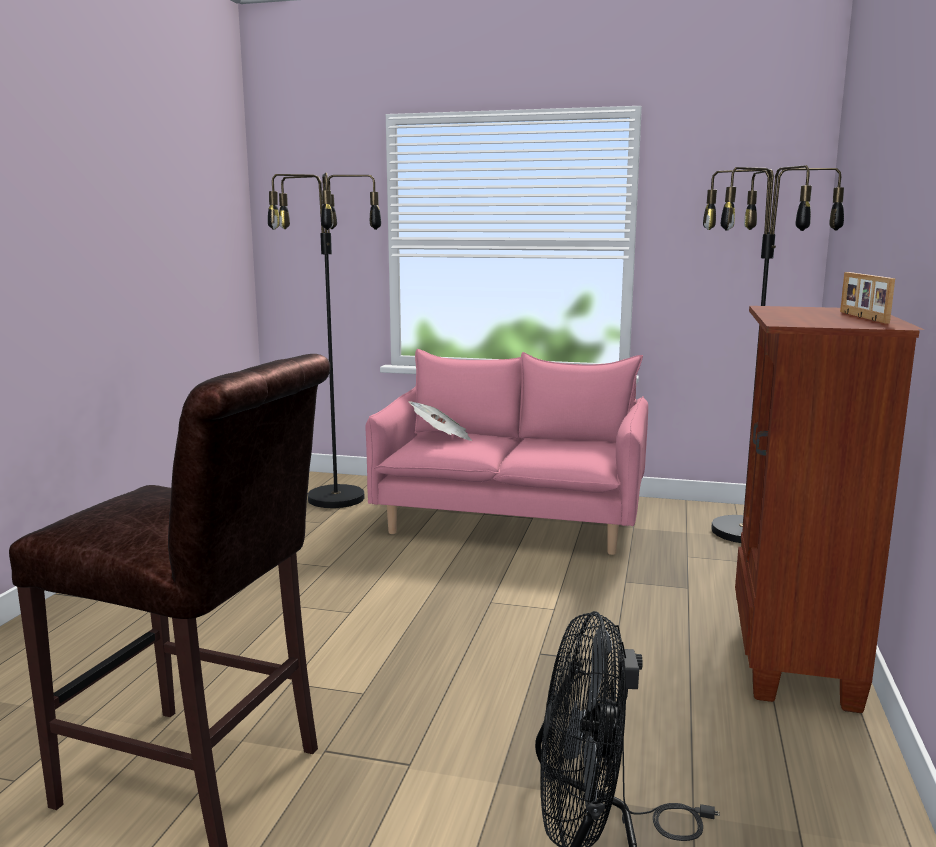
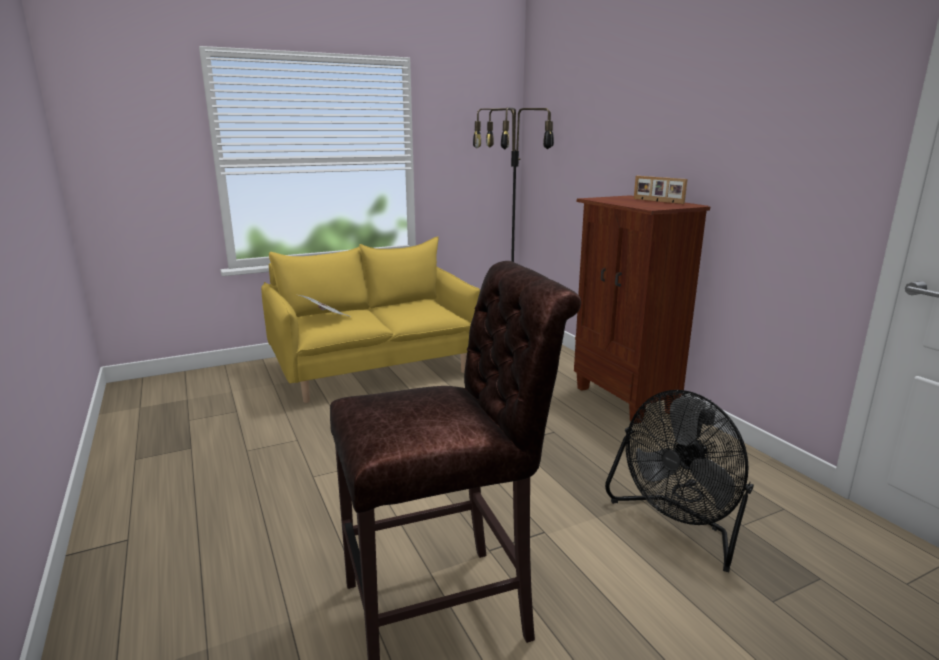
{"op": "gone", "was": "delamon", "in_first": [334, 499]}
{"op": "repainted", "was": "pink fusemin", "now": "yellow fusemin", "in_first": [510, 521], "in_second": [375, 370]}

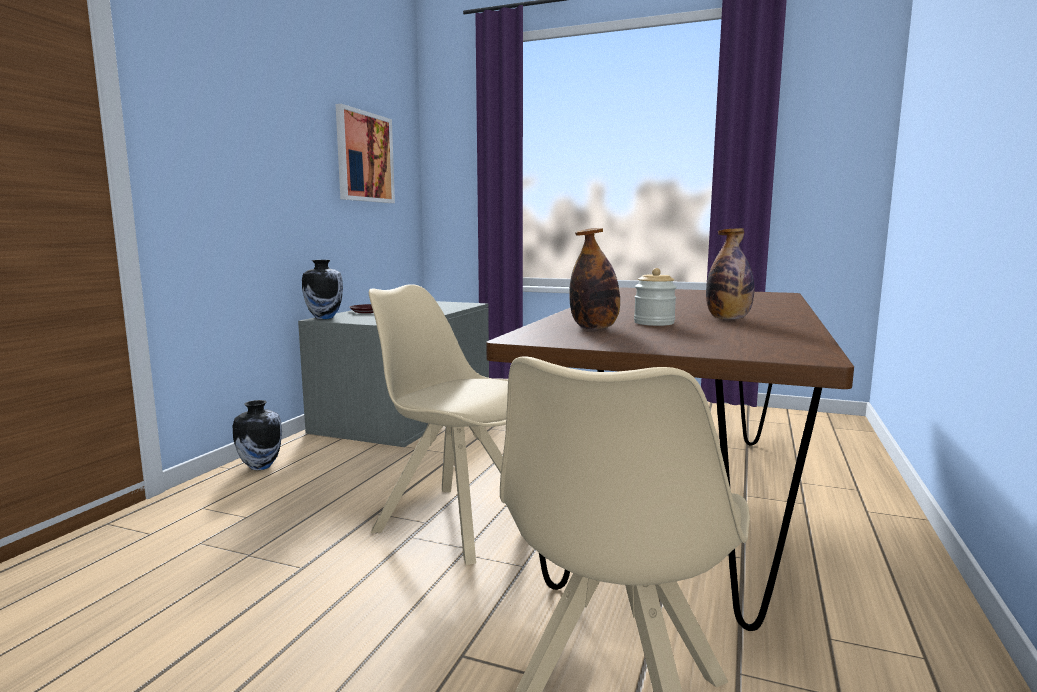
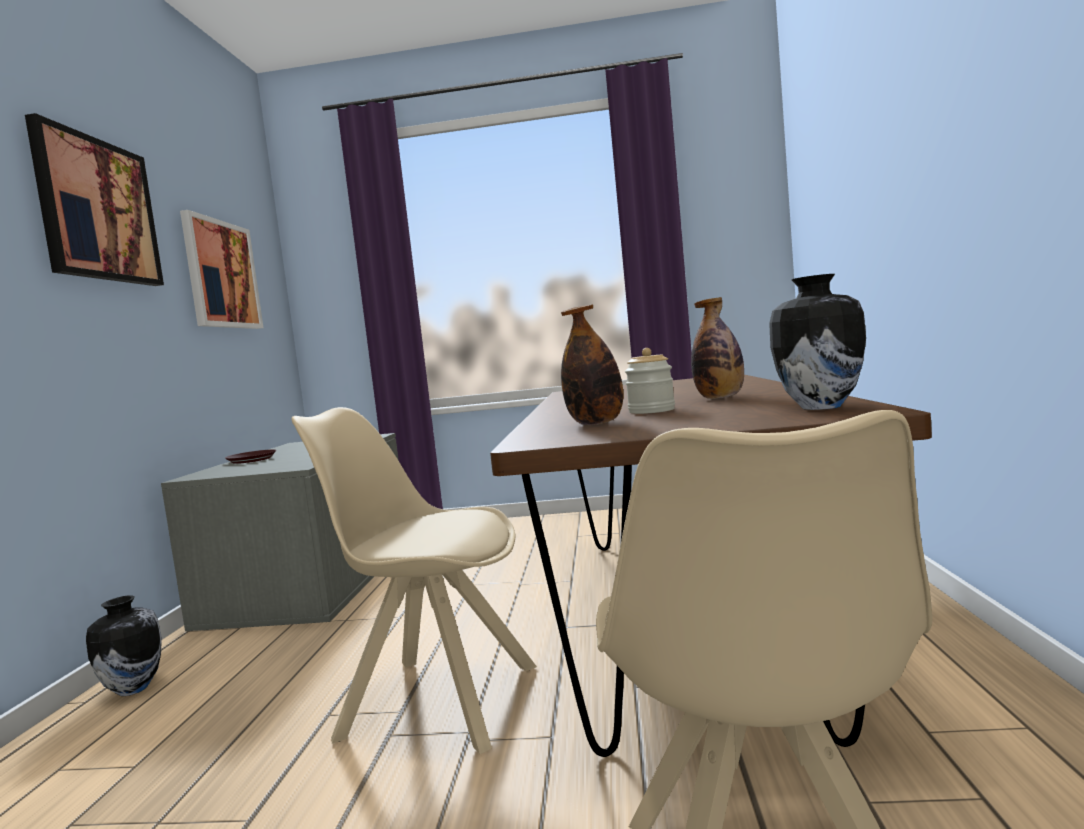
{"op": "shifted", "was": "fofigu", "in_first": [324, 318], "in_second": [820, 407]}
{"op": "new", "now": "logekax", "in_second": [97, 210]}

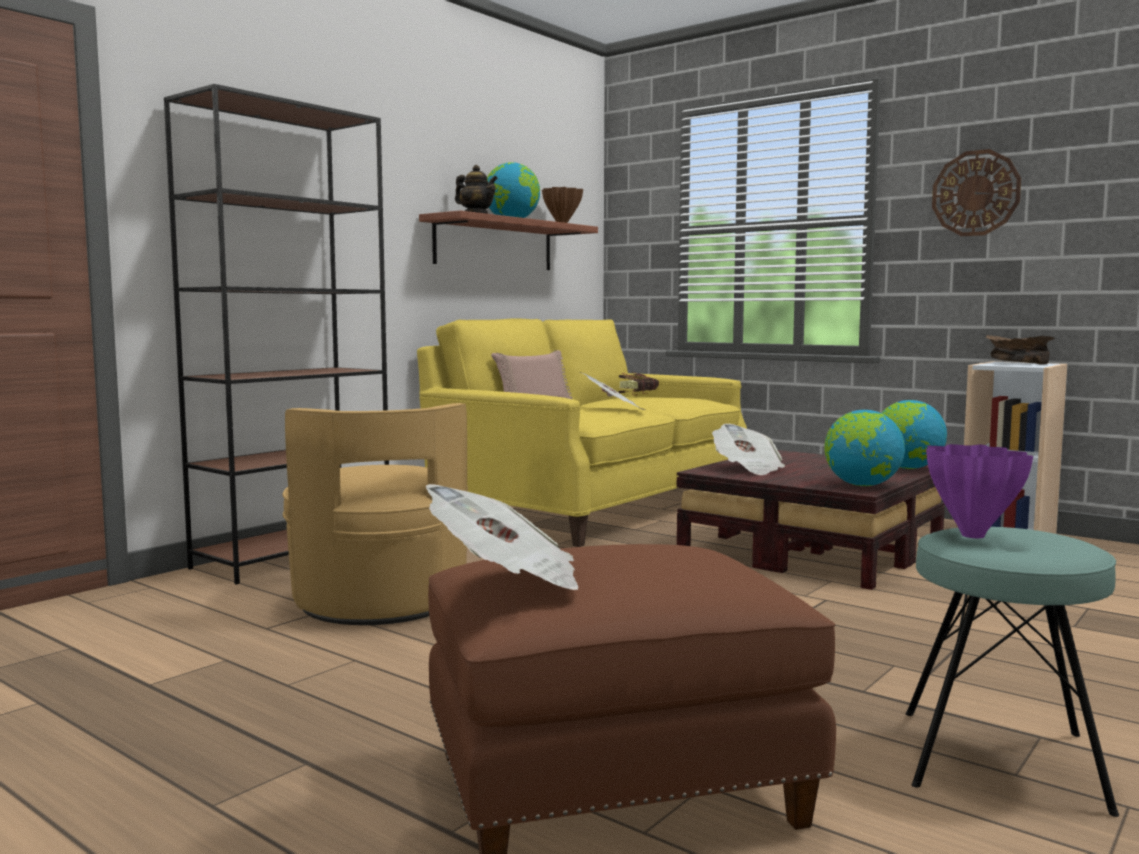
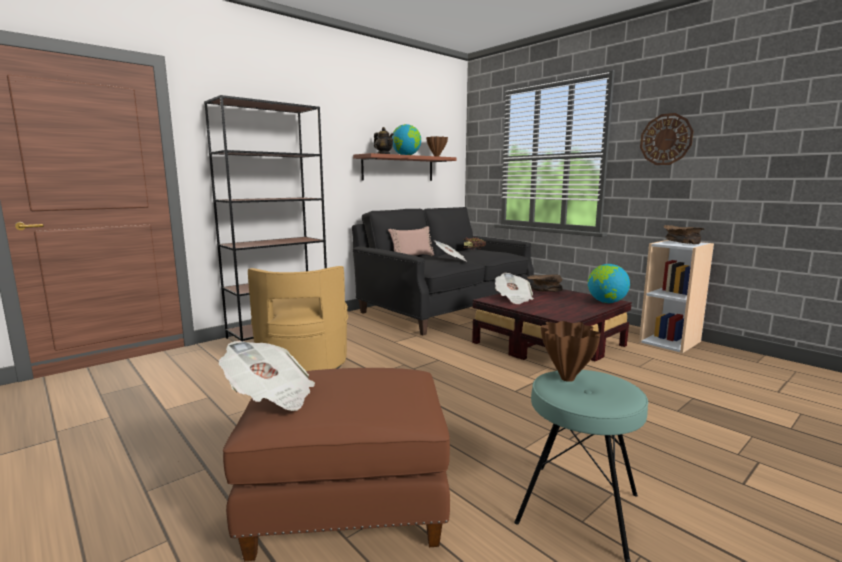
{"op": "repainted", "was": "yellow fusemin", "now": "black fusemin", "in_first": [590, 506], "in_second": [444, 308]}
{"op": "gone", "was": "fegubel", "in_first": [862, 485]}
{"op": "repainted", "was": "purple fofigu", "now": "brown fofigu", "in_first": [970, 535], "in_second": [566, 378]}
{"op": "new", "now": "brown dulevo", "in_second": [544, 291]}

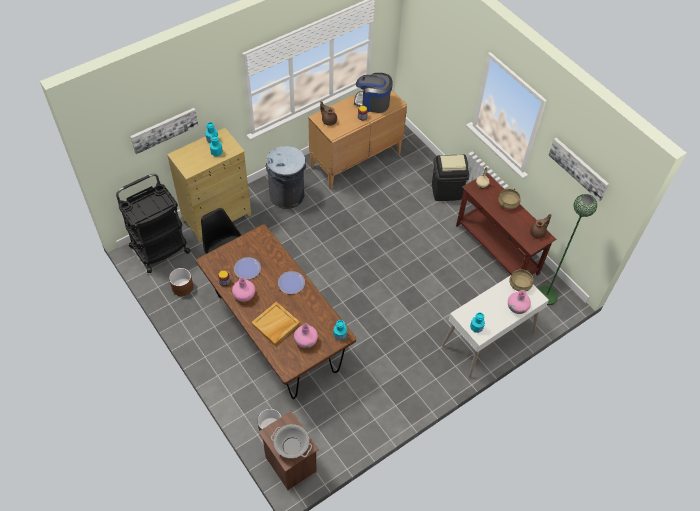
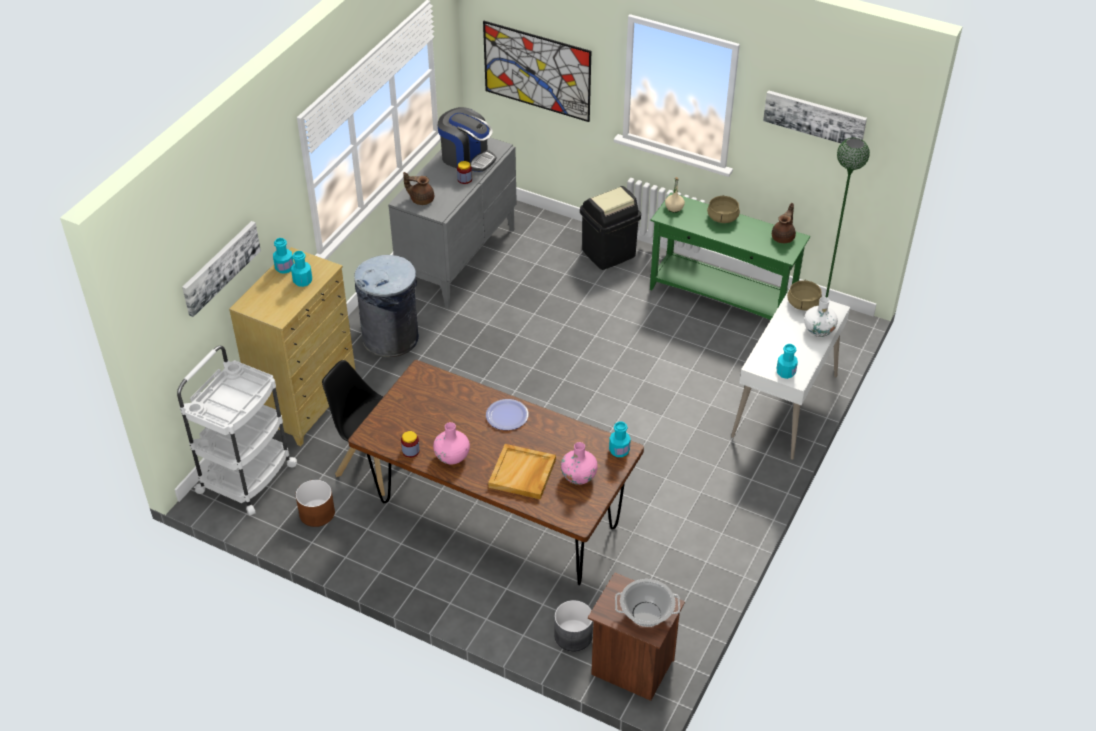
{"op": "repainted", "was": "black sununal", "now": "white sununal", "in_first": [160, 249], "in_second": [247, 478]}
{"op": "gone", "was": "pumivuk", "in_first": [247, 269]}
{"op": "repainted", "was": "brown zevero", "now": "grey zevero", "in_first": [356, 160], "in_second": [458, 259]}
{"op": "rotated", "was": "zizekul", "in_first": [373, 103], "in_second": [467, 158], "clockwise": -135}
{"op": "repainted", "was": "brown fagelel", "now": "green fagelel", "in_first": [497, 249], "in_second": [722, 297]}
{"op": "repainted", "was": "pink fofigu", "now": "white fofigu", "in_first": [517, 307], "in_second": [818, 330]}
{"op": "new", "now": "logekax", "in_second": [537, 71]}

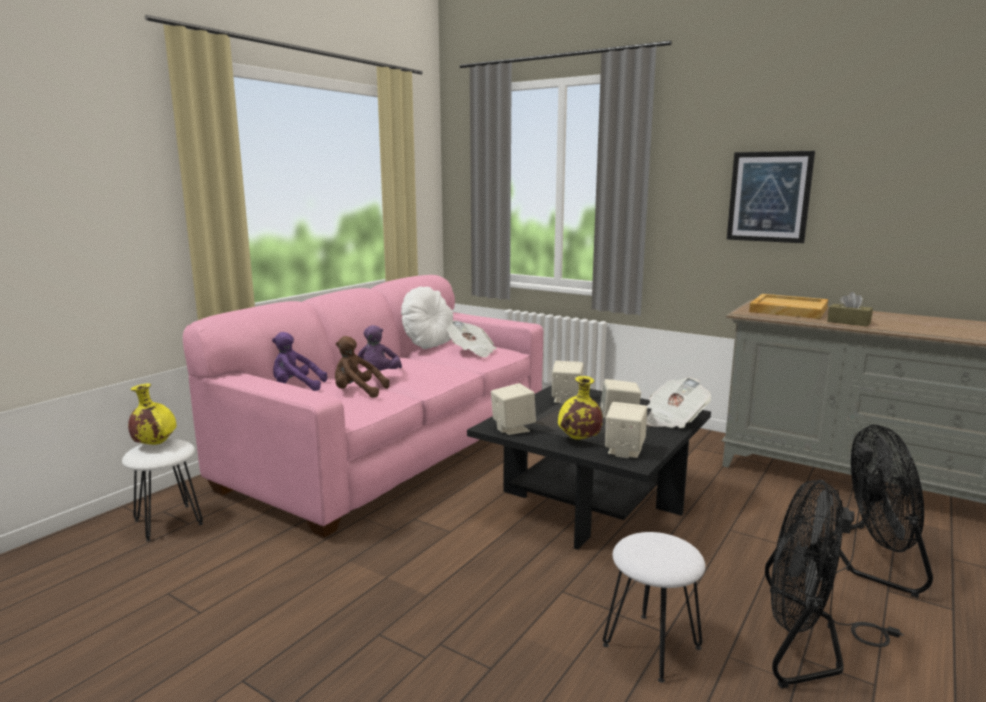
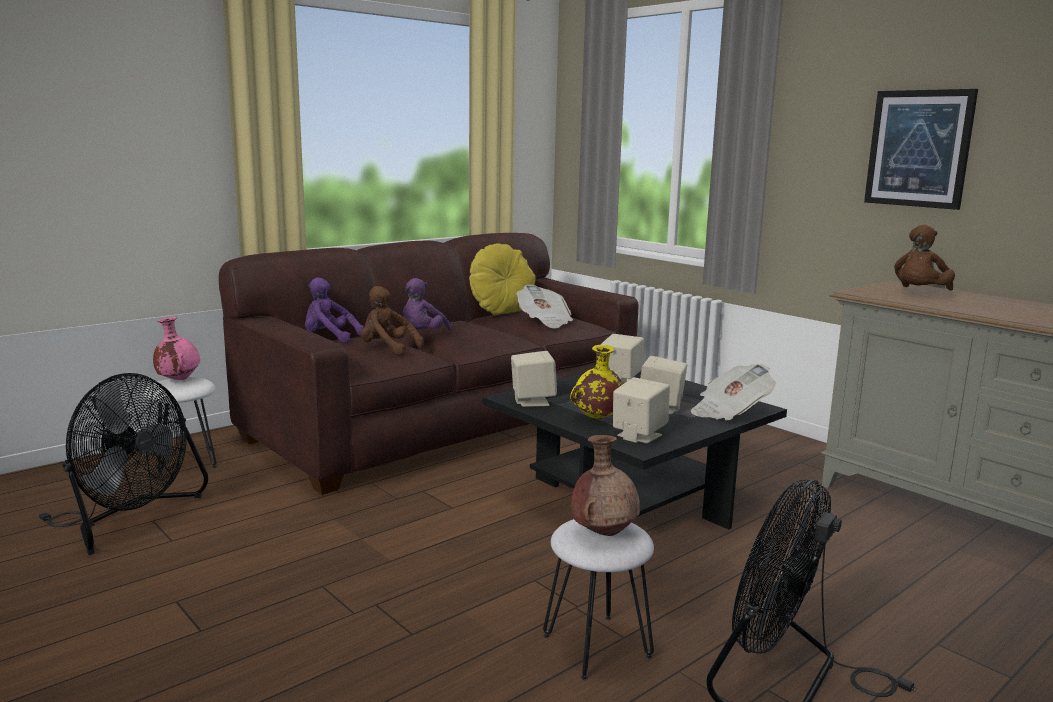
{"op": "repainted", "was": "yellow fofigu", "now": "pink fofigu", "in_first": [154, 444], "in_second": [178, 380]}
{"op": "repainted", "was": "pink fusemin", "now": "brown fusemin", "in_first": [395, 449], "in_second": [445, 423]}
{"op": "repainted", "was": "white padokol", "now": "yellow padokol", "in_first": [428, 346], "in_second": [502, 312]}
{"op": "swapped", "was": "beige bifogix", "now": "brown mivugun", "in_first": [787, 310], "in_second": [920, 293]}
{"op": "shifted", "was": "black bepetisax", "in_first": [860, 559], "in_second": [123, 520]}
{"op": "gone", "was": "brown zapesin", "in_first": [848, 322]}
{"op": "new", "now": "brown fofigu", "in_second": [604, 533]}

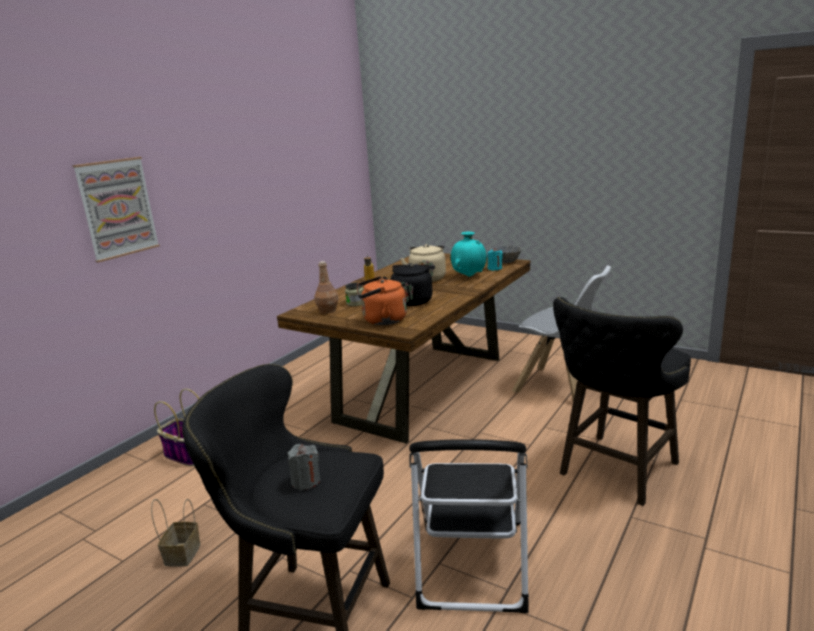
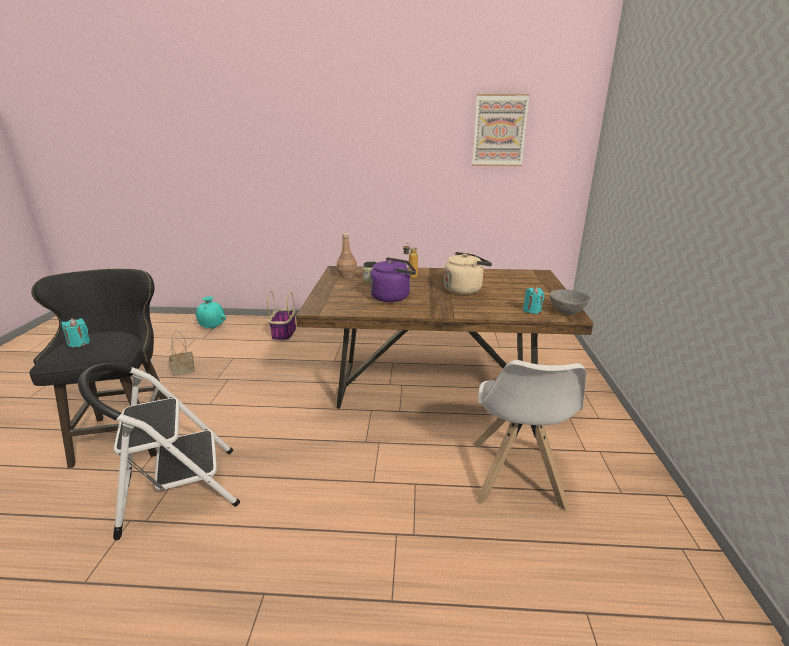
{"op": "shifted", "was": "logekax", "in_first": [117, 208], "in_second": [499, 130]}
{"op": "repainted", "was": "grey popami", "now": "turquoise popami", "in_first": [306, 481], "in_second": [79, 343]}
{"op": "gone", "was": "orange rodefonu", "in_first": [382, 320]}
{"op": "repainted", "was": "black rodefonu", "now": "purple rodefonu", "in_first": [412, 301], "in_second": [393, 297]}
{"op": "shifted", "was": "turquoise fofigu", "in_first": [469, 276], "in_second": [213, 328]}
{"op": "gone", "was": "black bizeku", "in_first": [616, 471]}

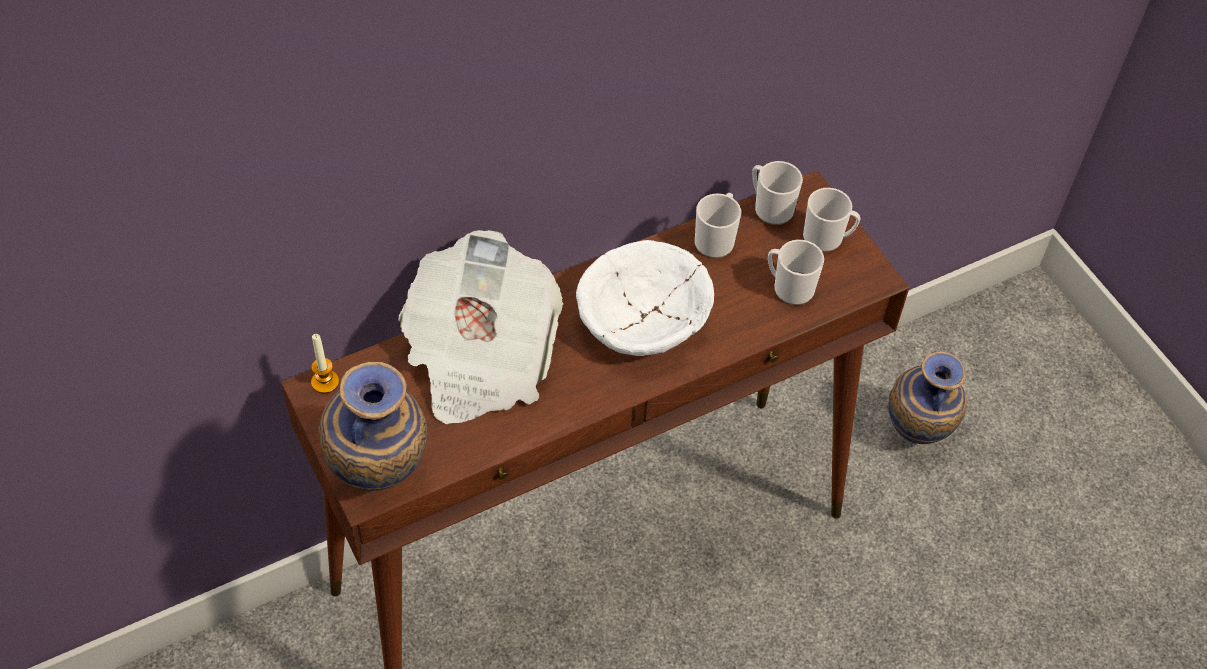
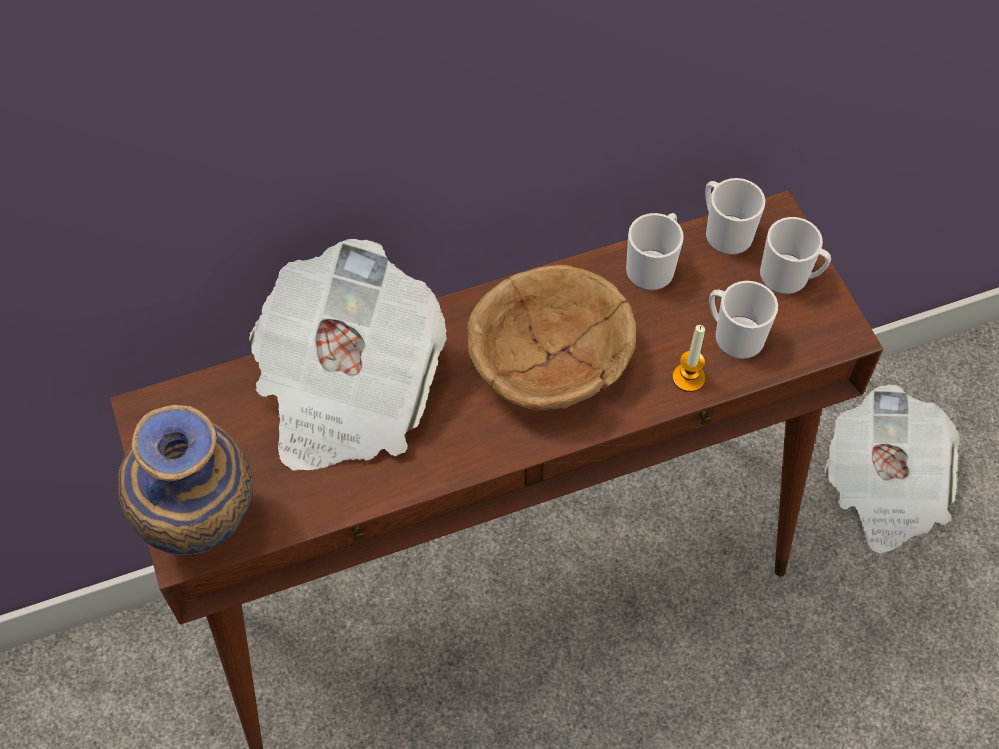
{"op": "shifted", "was": "popami", "in_first": [325, 382], "in_second": [688, 378]}
{"op": "repainted", "was": "white dulevo", "now": "brown dulevo", "in_first": [642, 320], "in_second": [548, 361]}
{"op": "swapped", "was": "fofigu", "now": "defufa", "in_first": [916, 435], "in_second": [884, 487]}

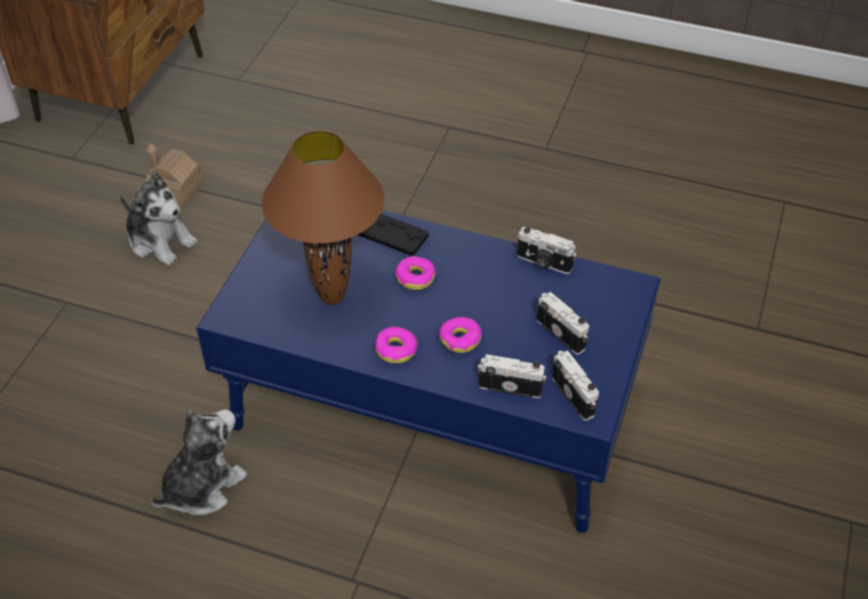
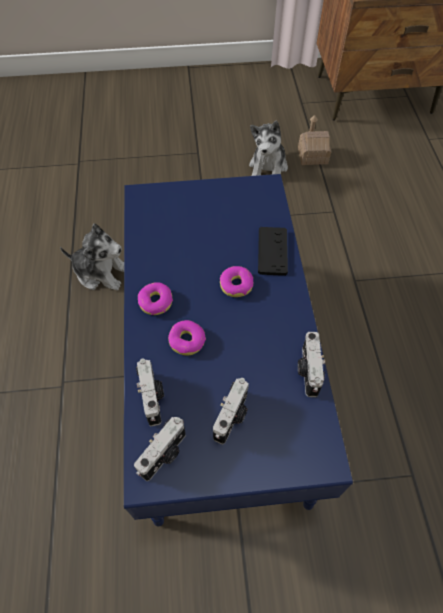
{"op": "gone", "was": "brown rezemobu", "in_first": [331, 297]}

